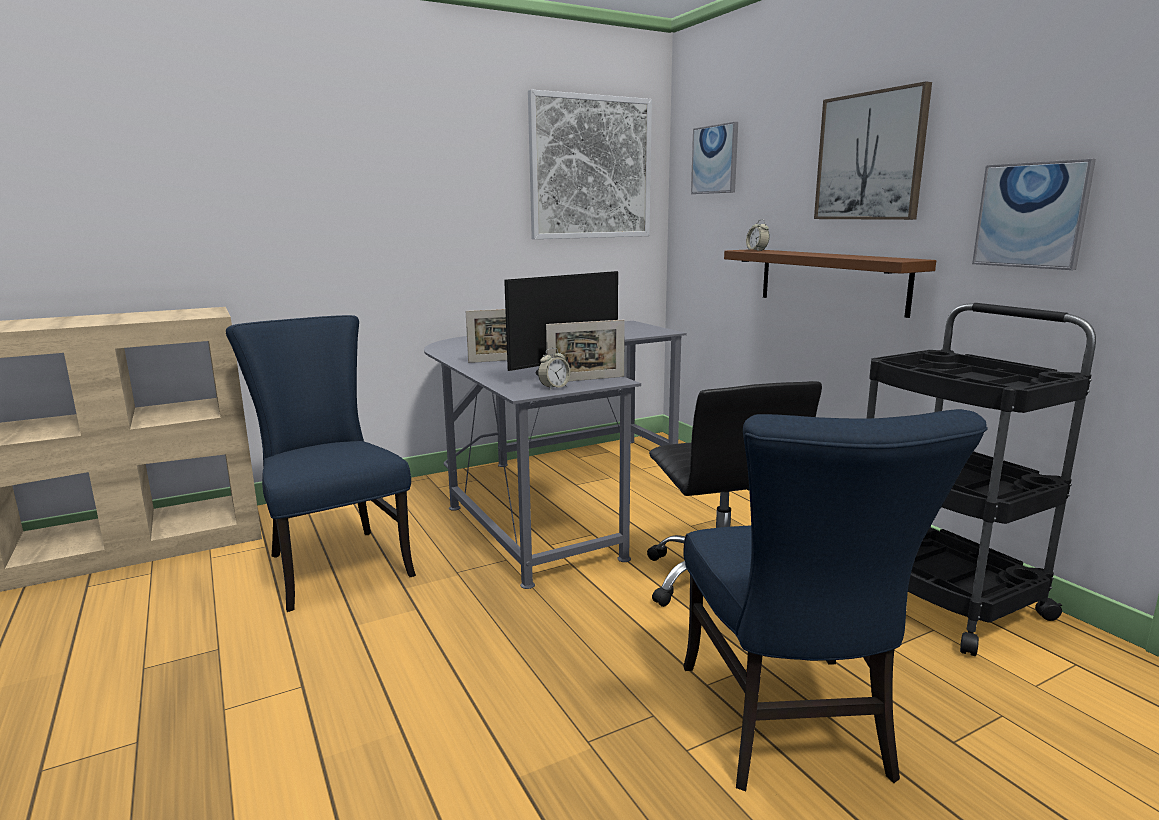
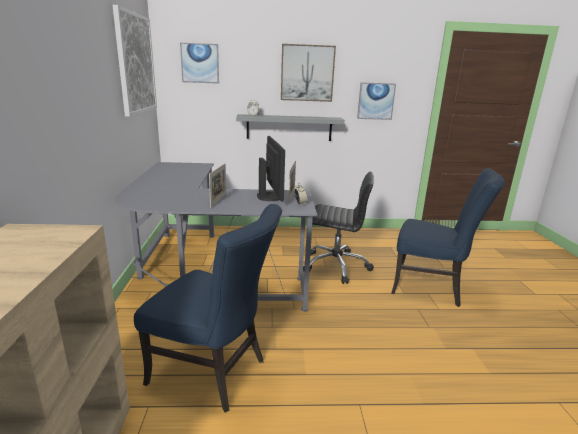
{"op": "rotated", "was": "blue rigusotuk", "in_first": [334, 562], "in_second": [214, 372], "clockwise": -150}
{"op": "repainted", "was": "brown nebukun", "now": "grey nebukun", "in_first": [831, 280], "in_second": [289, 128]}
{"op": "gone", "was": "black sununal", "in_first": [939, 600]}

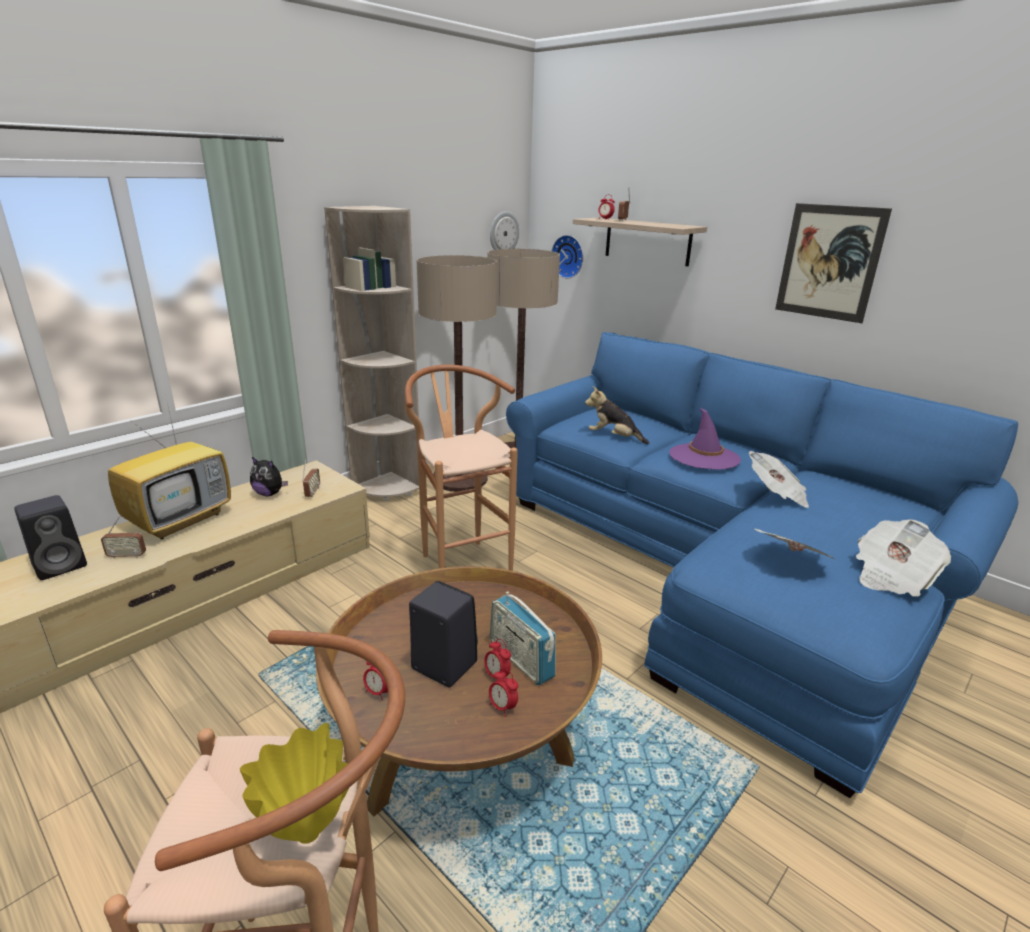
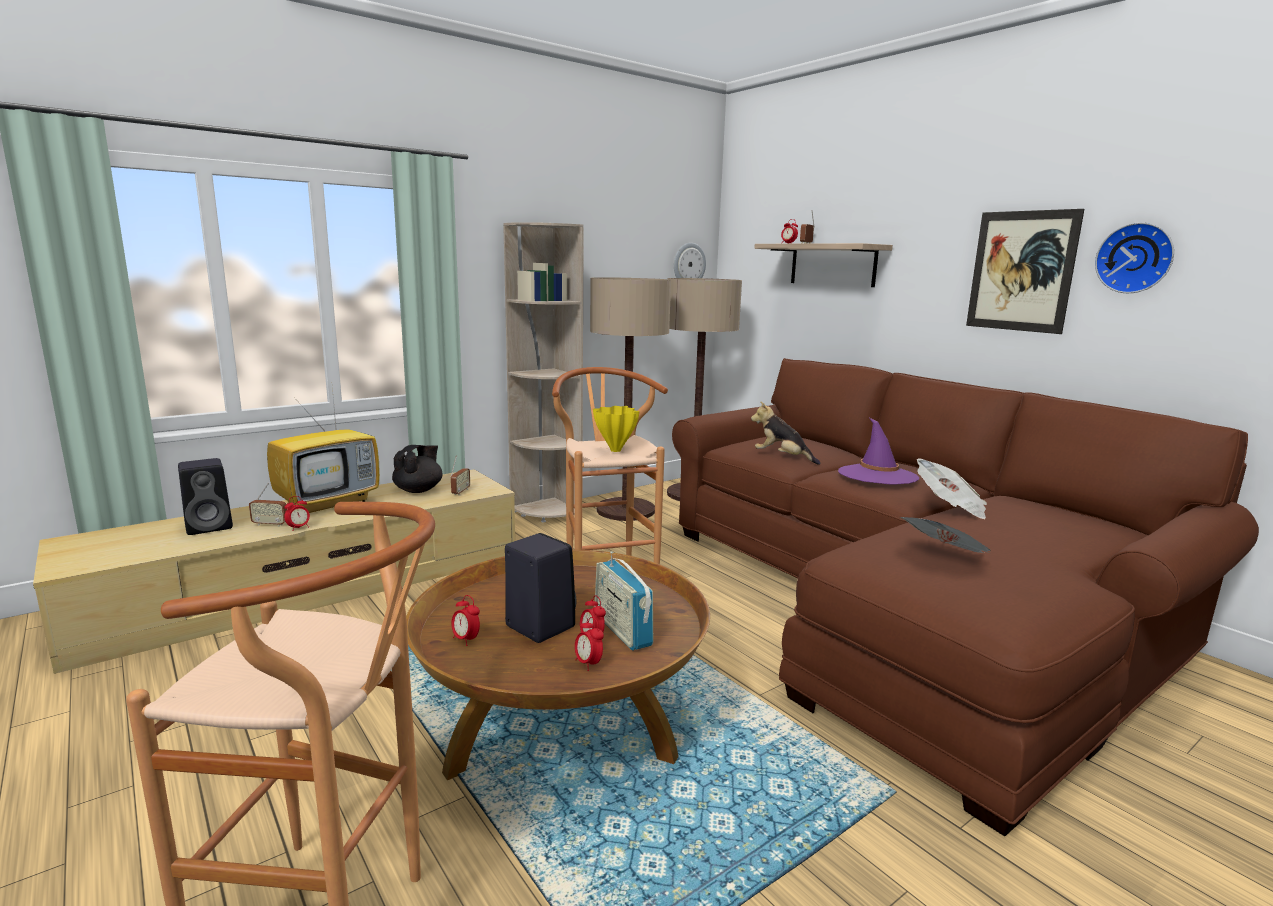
{"op": "shifted", "was": "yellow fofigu", "in_first": [307, 834], "in_second": [615, 450]}
{"op": "swapped", "was": "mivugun", "now": "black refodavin", "in_first": [269, 494], "in_second": [419, 490]}
{"op": "repainted", "was": "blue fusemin", "now": "brown fusemin", "in_first": [724, 568], "in_second": [903, 608]}
{"op": "shifted", "was": "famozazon", "in_first": [569, 256], "in_second": [1135, 258]}
{"op": "gone", "was": "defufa", "in_first": [891, 576]}
{"op": "new", "now": "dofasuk", "in_second": [299, 528]}

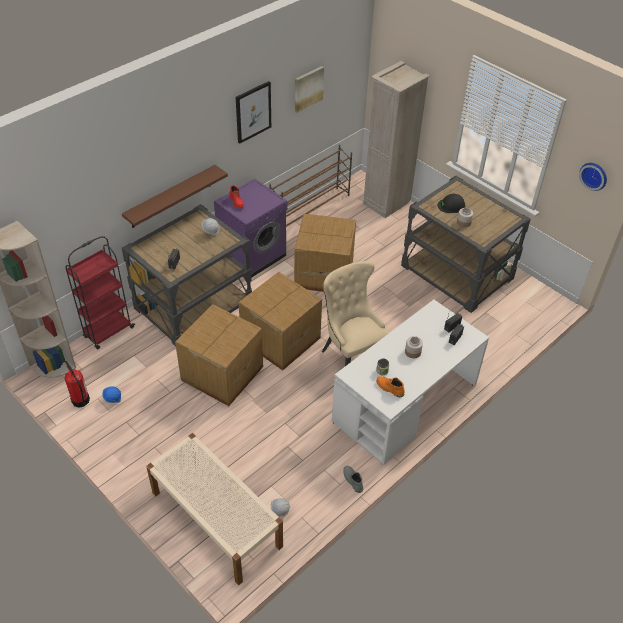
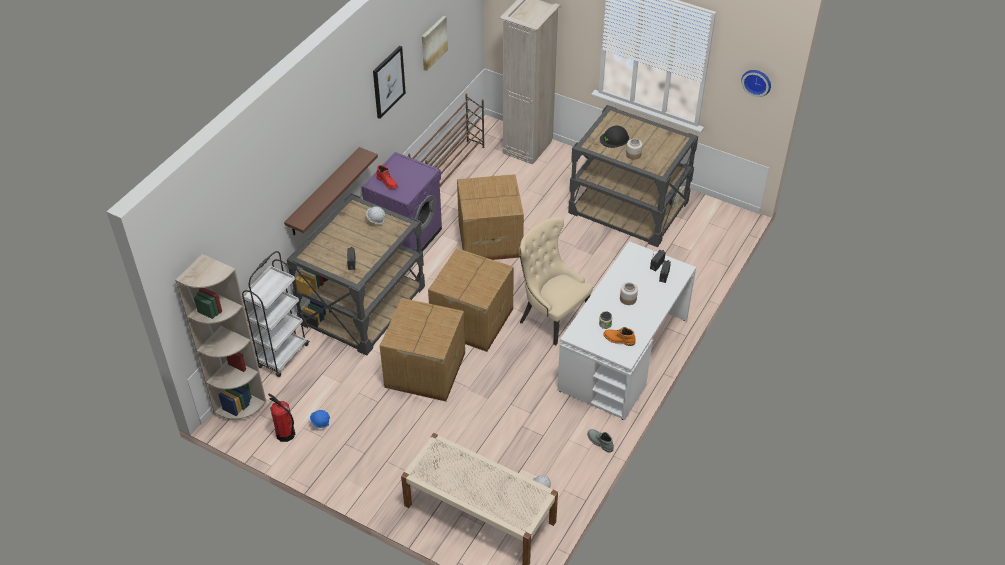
{"op": "repainted", "was": "red sununal", "now": "white sununal", "in_first": [108, 332], "in_second": [283, 356]}

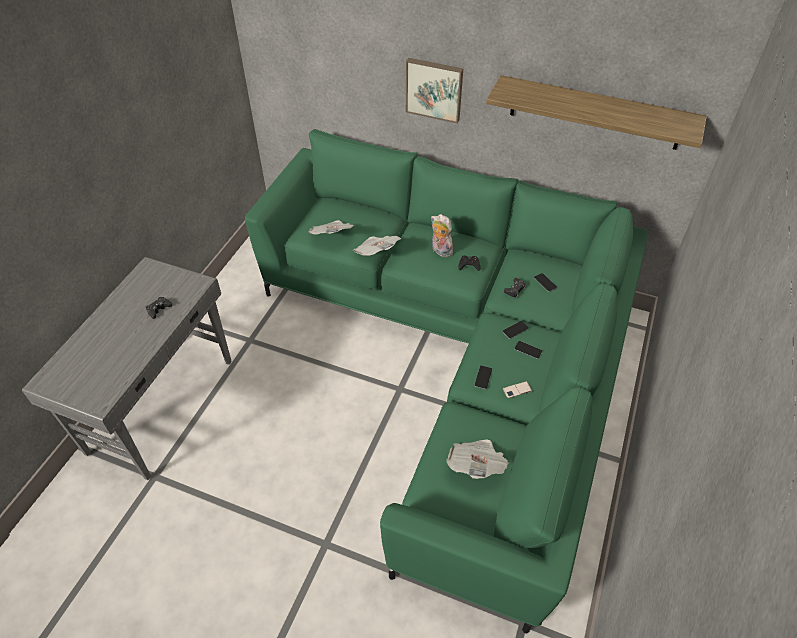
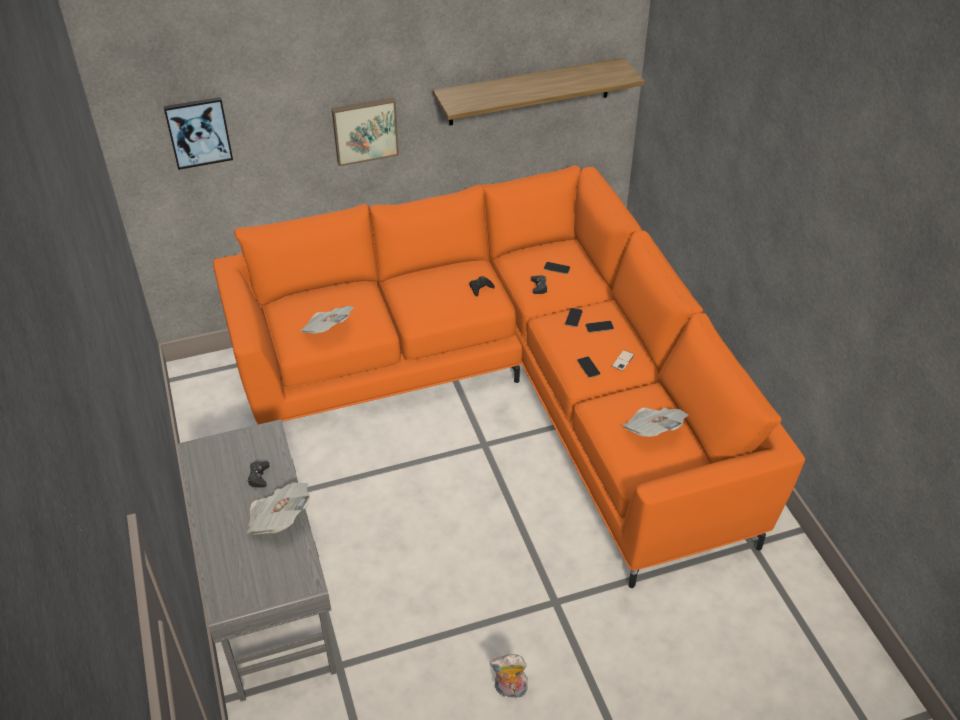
{"op": "repainted", "was": "green fusemin", "now": "orange fusemin", "in_first": [460, 363], "in_second": [513, 392]}
{"op": "shifted", "was": "defufa", "in_first": [376, 253], "in_second": [279, 519]}
{"op": "shifted", "was": "mivugun", "in_first": [440, 251], "in_second": [509, 690]}
{"op": "new", "now": "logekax", "in_second": [198, 132]}

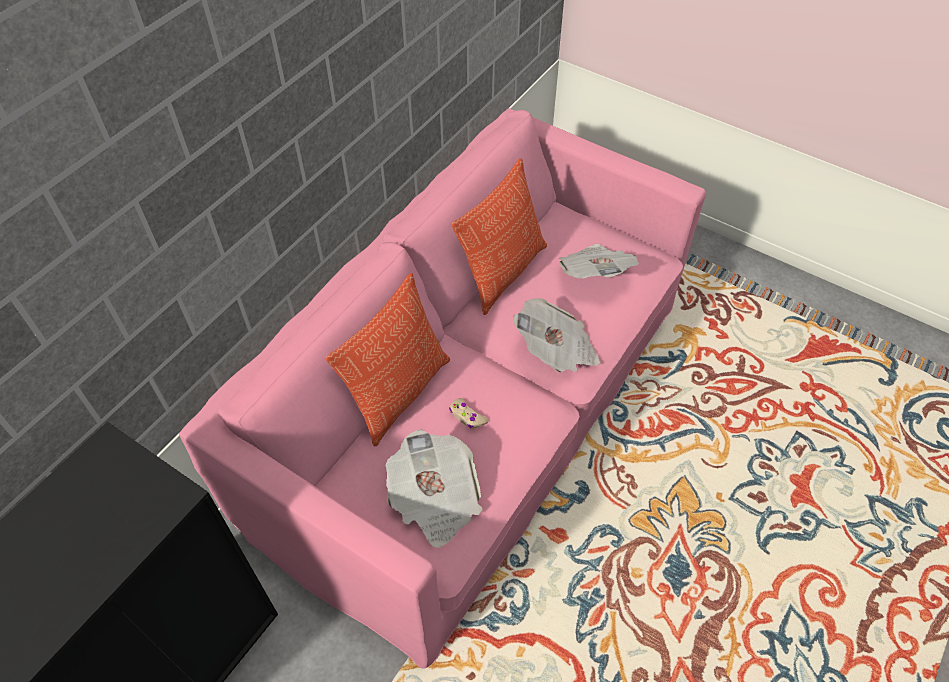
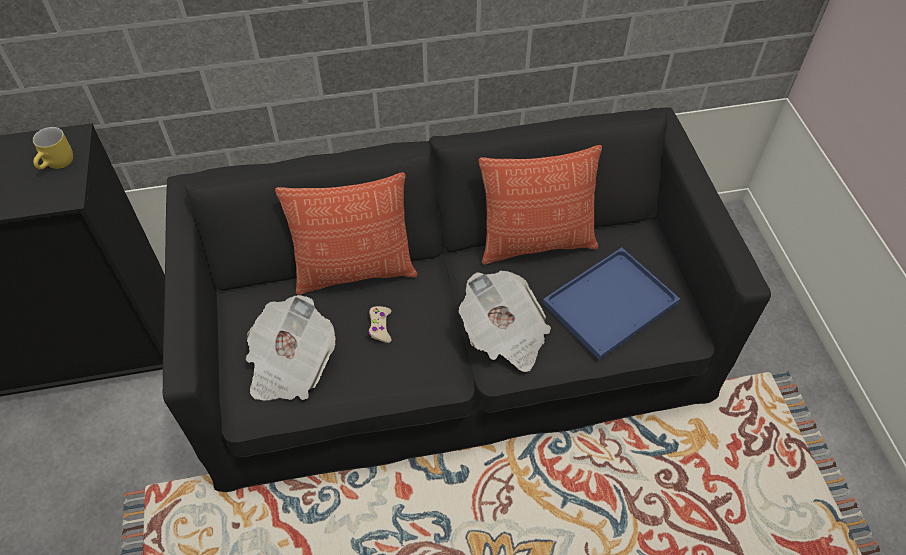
{"op": "repainted", "was": "pink fusemin", "now": "black fusemin", "in_first": [474, 407], "in_second": [453, 344]}
{"op": "swapped", "was": "defufa", "now": "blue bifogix", "in_first": [595, 275], "in_second": [611, 301]}
{"op": "new", "now": "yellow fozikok", "in_second": [59, 164]}

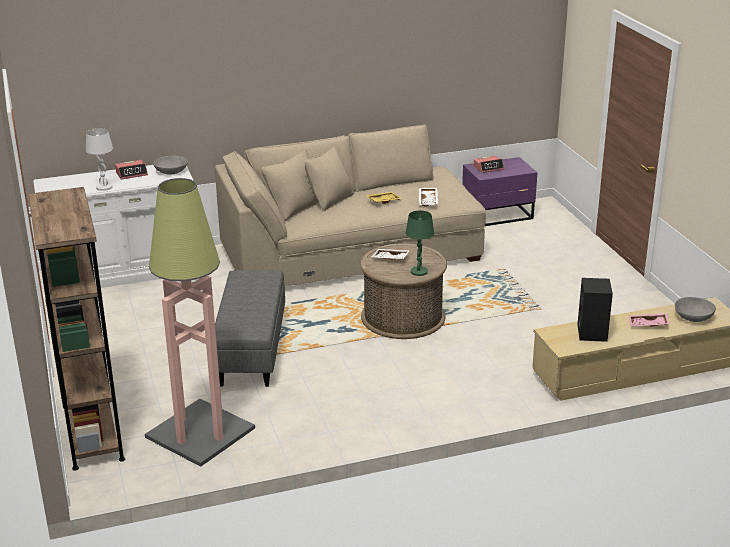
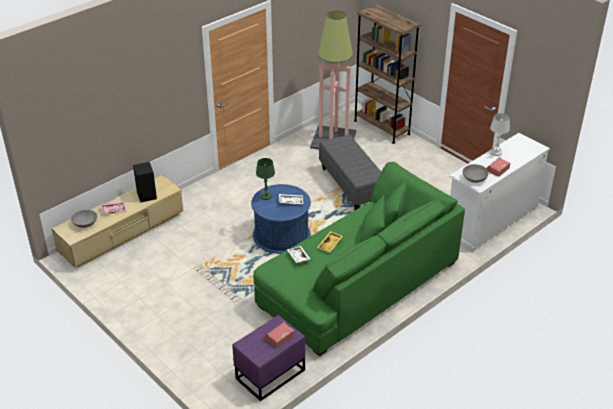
{"op": "repainted", "was": "beige fusemin", "now": "green fusemin", "in_first": [352, 253], "in_second": [357, 285]}
{"op": "repainted", "was": "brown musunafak", "now": "blue musunafak", "in_first": [403, 317], "in_second": [281, 235]}

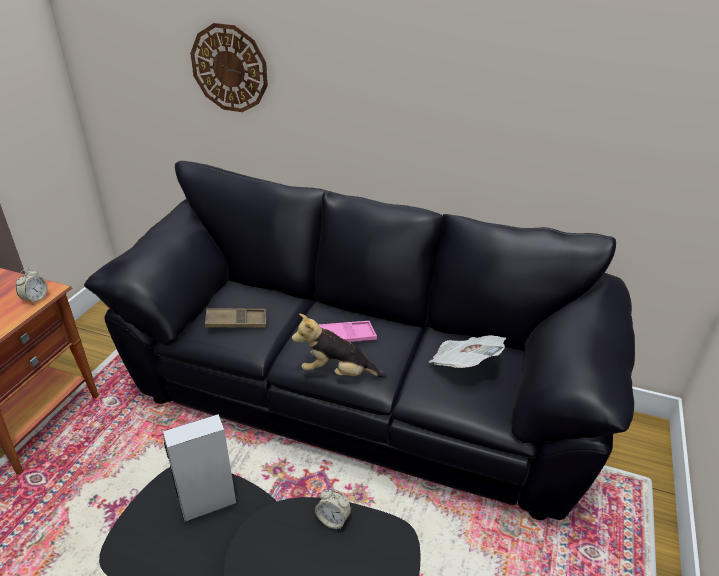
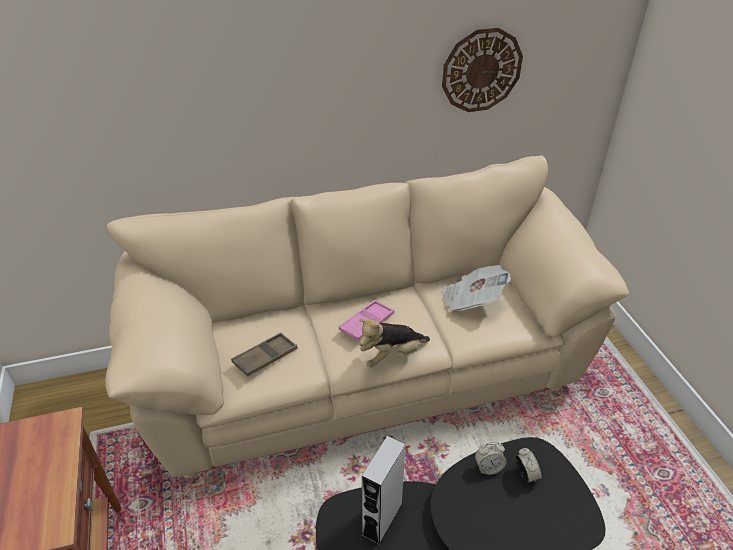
{"op": "shifted", "was": "dofasuk", "in_first": [35, 299], "in_second": [526, 475]}
{"op": "repainted", "was": "black fusemin", "now": "beige fusemin", "in_first": [356, 406], "in_second": [367, 380]}
{"op": "shifted", "was": "famozazon", "in_first": [229, 68], "in_second": [481, 70]}

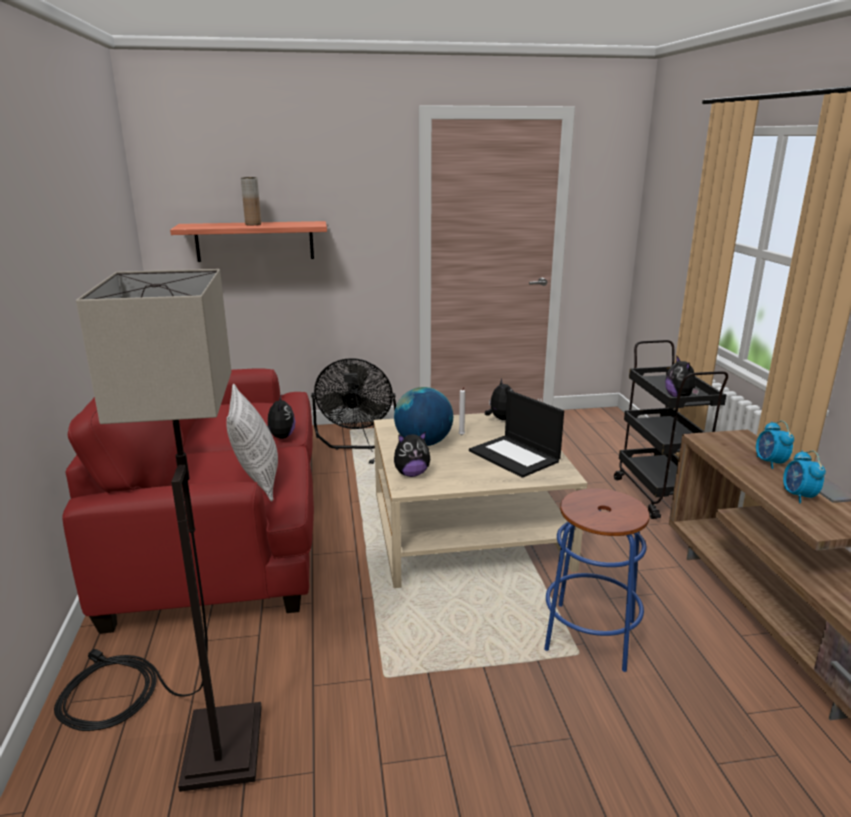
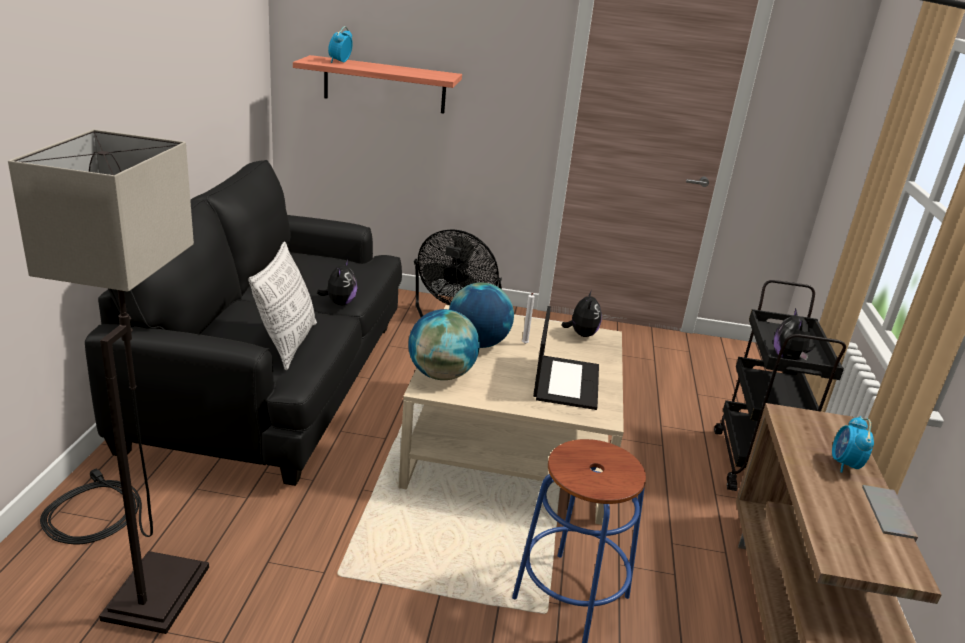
{"op": "repainted", "was": "red fusemin", "now": "black fusemin", "in_first": [224, 528], "in_second": [274, 382]}
{"op": "gone", "was": "brown fofigu", "in_first": [253, 224]}
{"op": "swapped", "was": "mivugun", "now": "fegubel", "in_first": [411, 474], "in_second": [441, 375]}
{"op": "rotated", "was": "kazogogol", "in_first": [515, 456], "in_second": [565, 382], "clockwise": -150}
{"op": "shifted", "was": "dofasuk", "in_first": [798, 496], "in_second": [340, 62]}

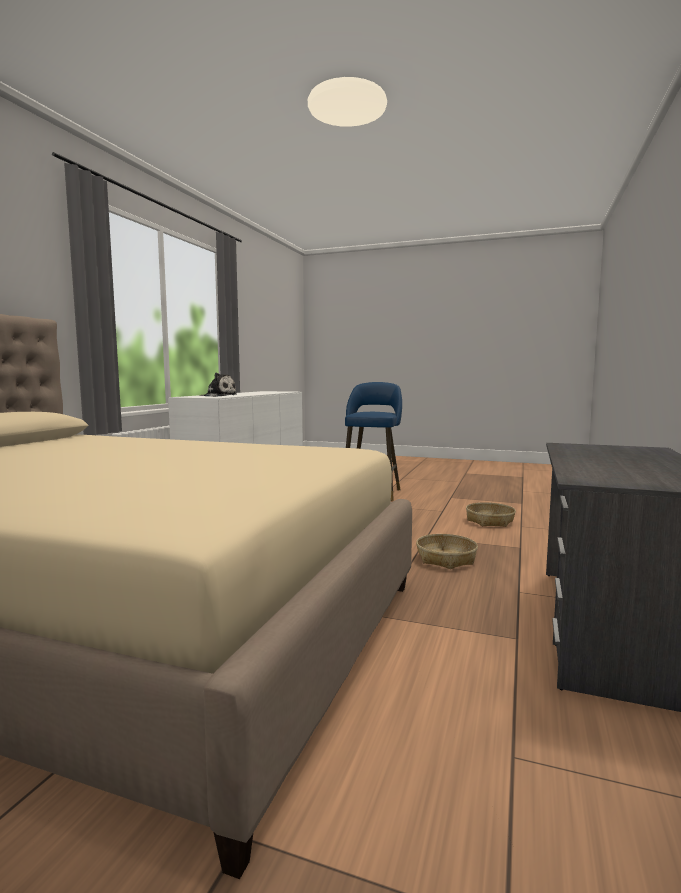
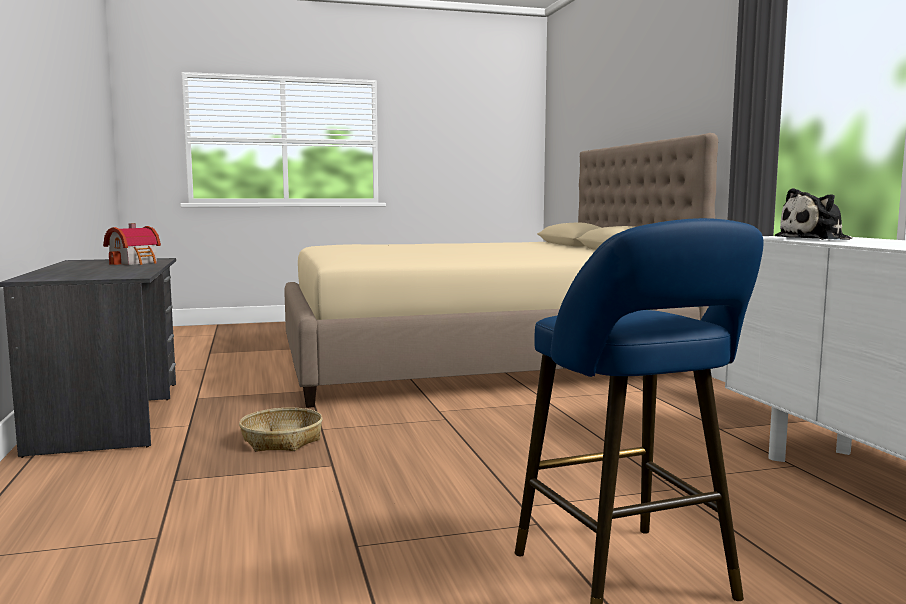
{"op": "gone", "was": "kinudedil", "in_first": [490, 521]}
{"op": "new", "now": "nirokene", "in_second": [136, 262]}

